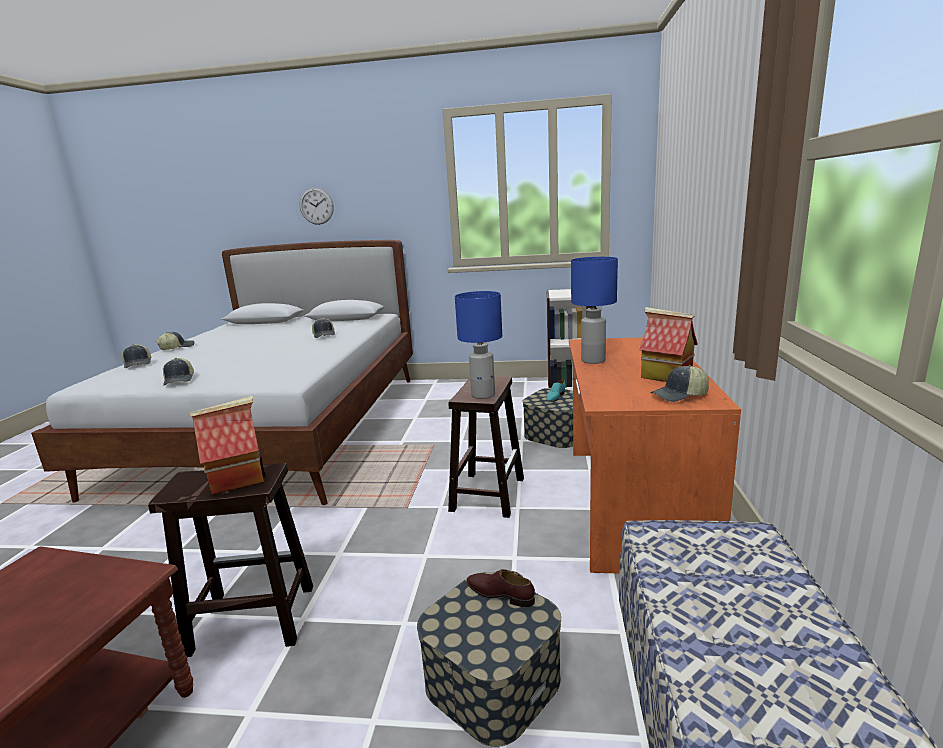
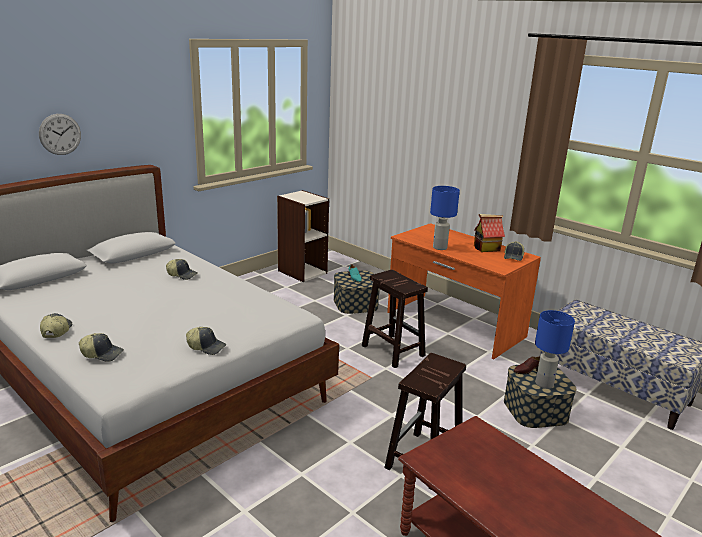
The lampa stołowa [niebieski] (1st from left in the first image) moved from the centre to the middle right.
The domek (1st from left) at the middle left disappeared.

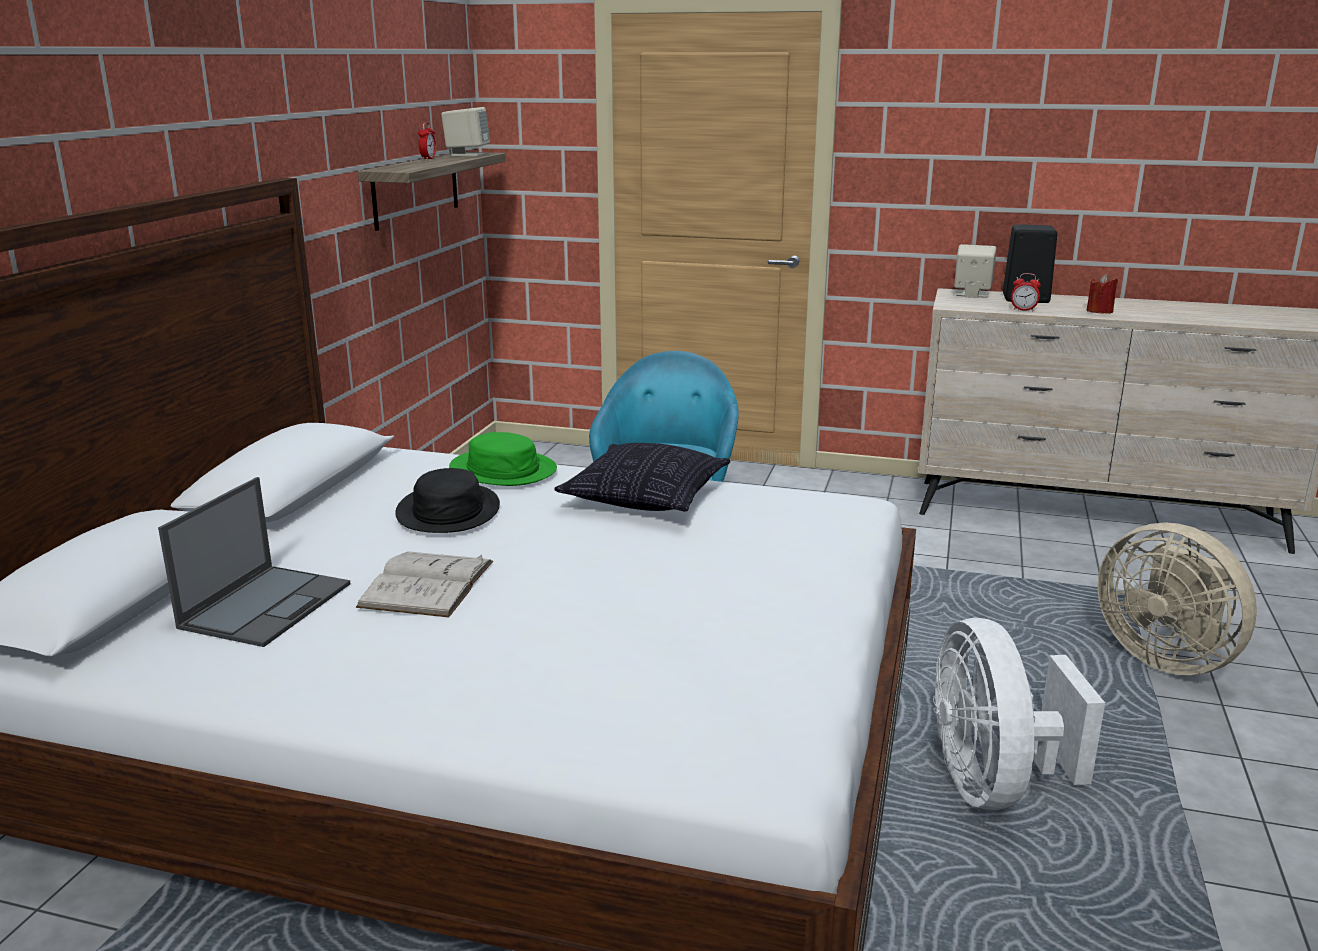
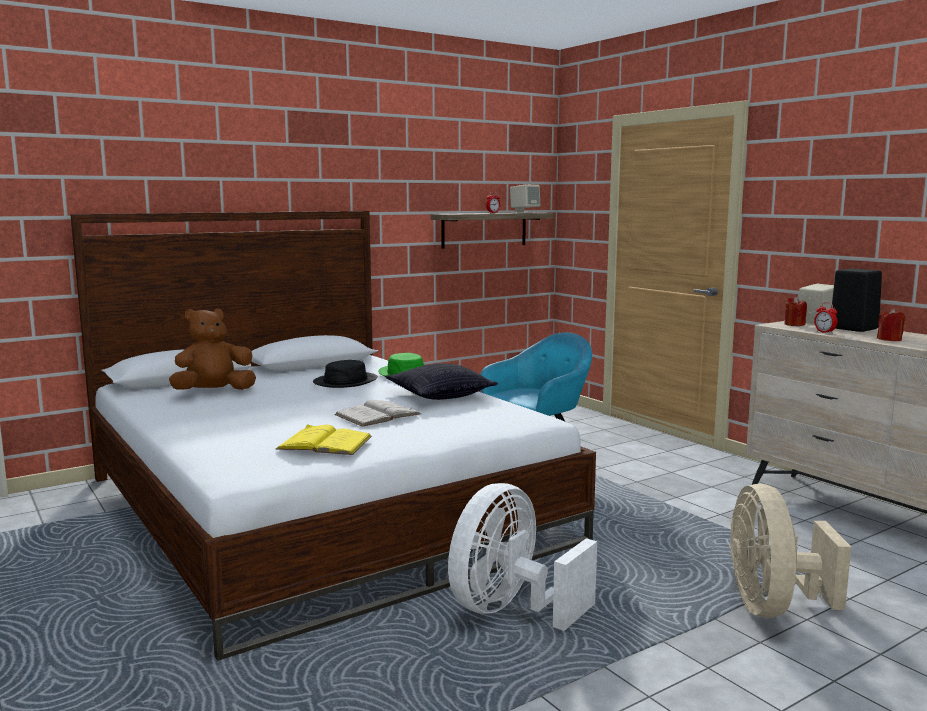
The laptop at the middle left was replaced by the pluszak [brązowy] at the middle left.
The książka [biały] moved from the middle left to the centre.
The świeca [czerwony] (1st from left) at the middle right appeared.
The książka [żółty] at the centre appeared.

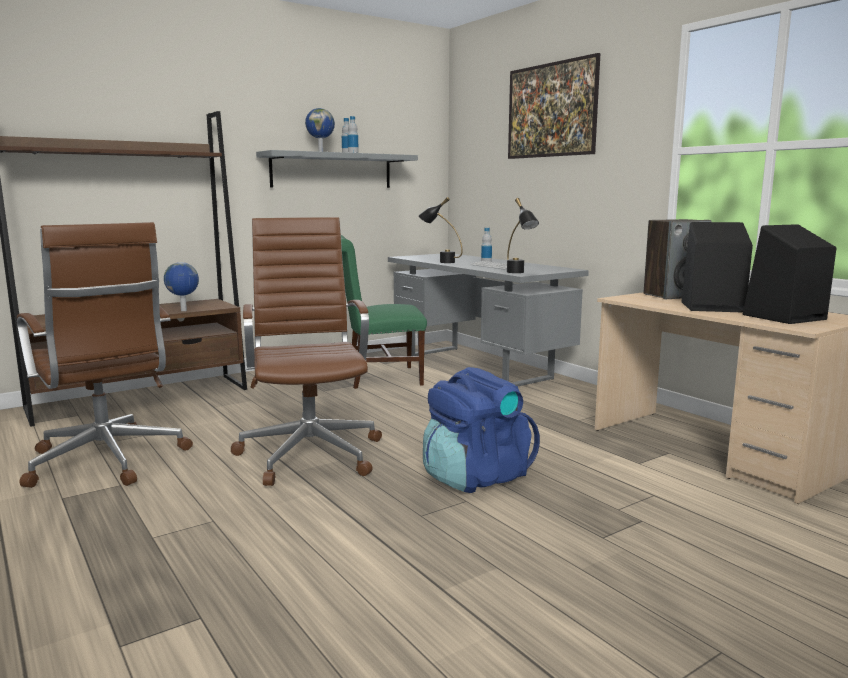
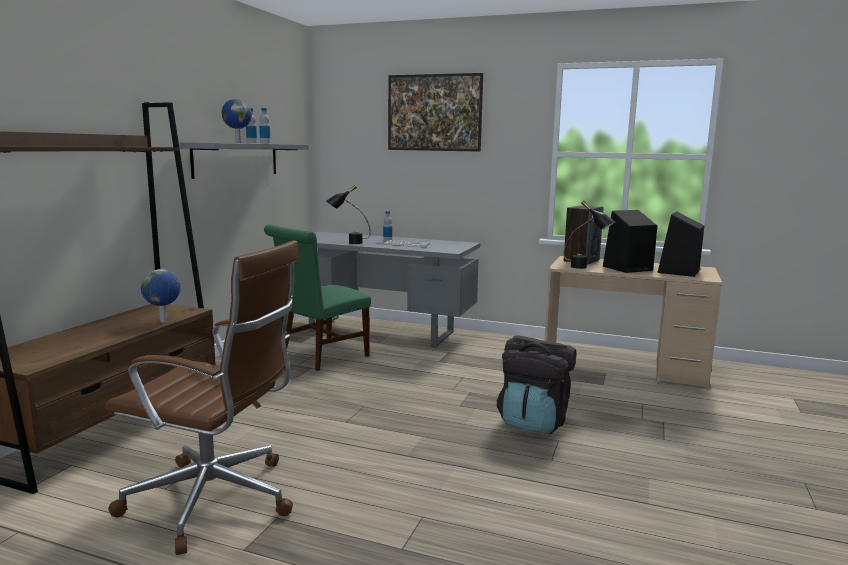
The lampa stołowa [czarny] (2nd from left) moved from the centre to the middle right.
The krzesło biurowe [brązowy] (2nd from left) at the centre disappeared.
The plecak [niebieski] at the centre became the plecak [czarny] at the bottom centre.

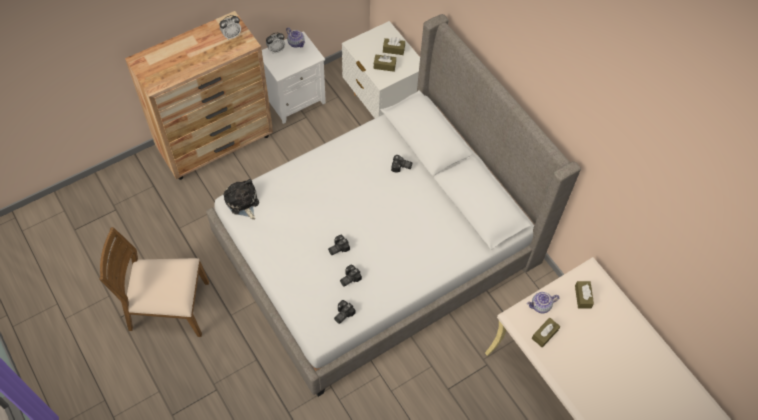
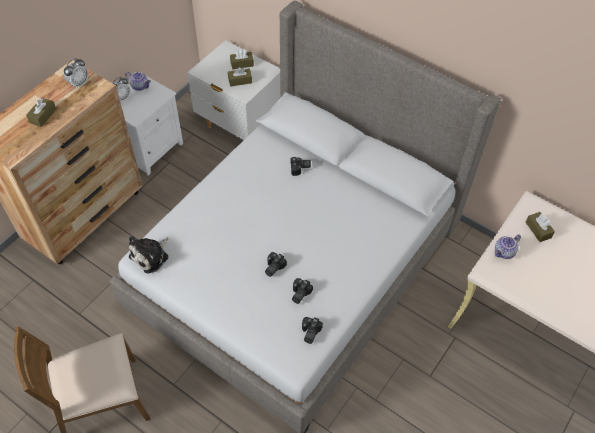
The pluszak at the middle left turned 90 degrees counterclockwise.
The pudełko chusteczek [brązowy] (3rd from left in the first image) moved from the bottom right to the top left.

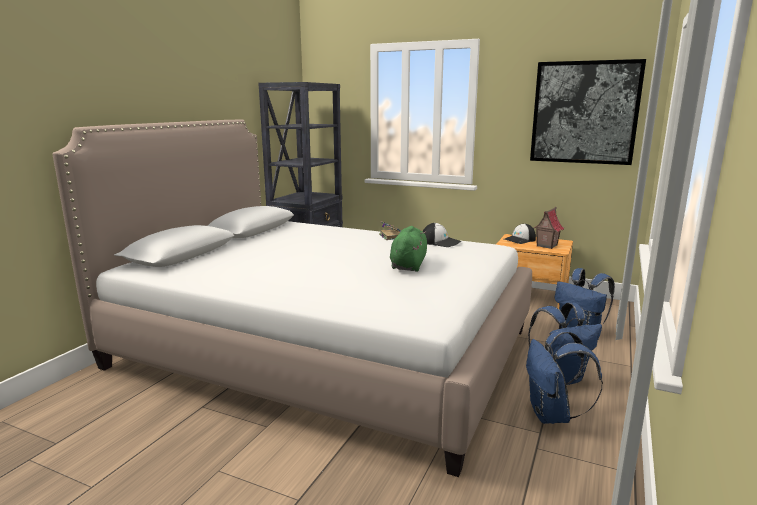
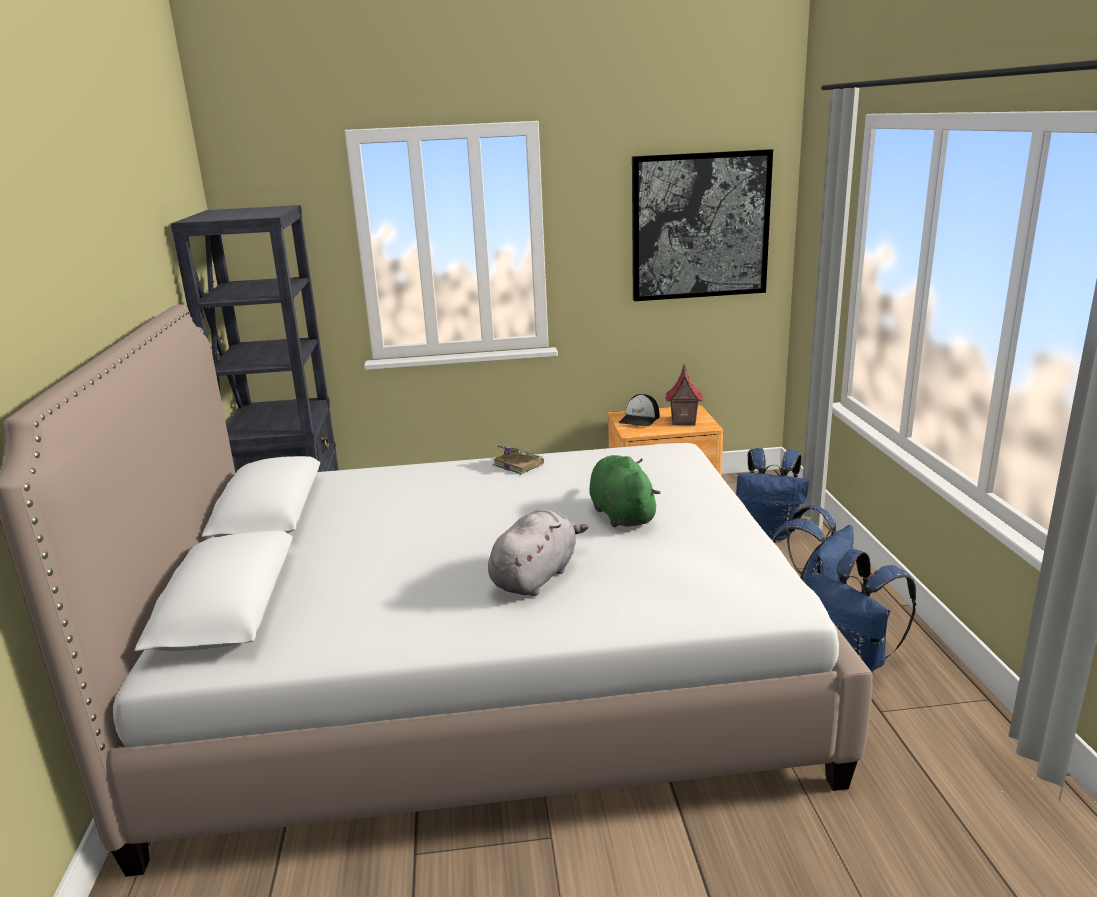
The czapka z daszkiem (1st from left) at the centre disappeared.
The pluszak [szary] at the centre appeared.

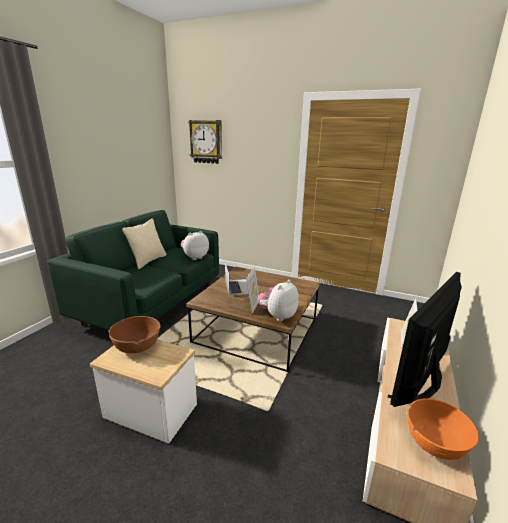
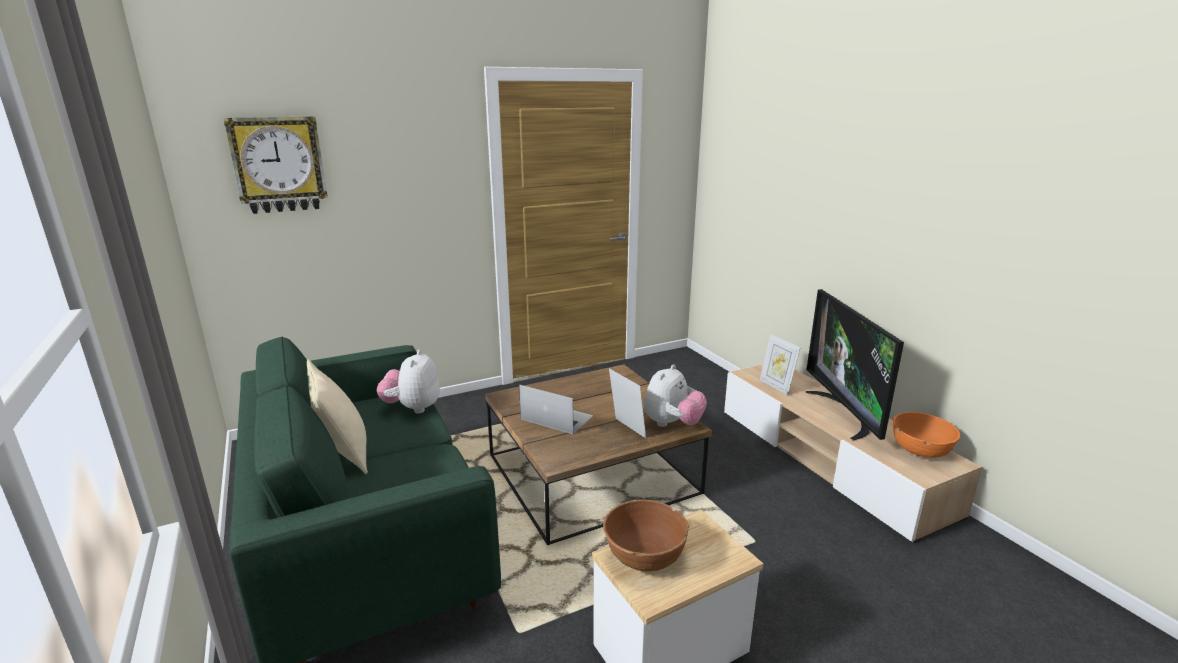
The pluszak (2nd from left) at the centre turned 135 degrees counterclockwise.

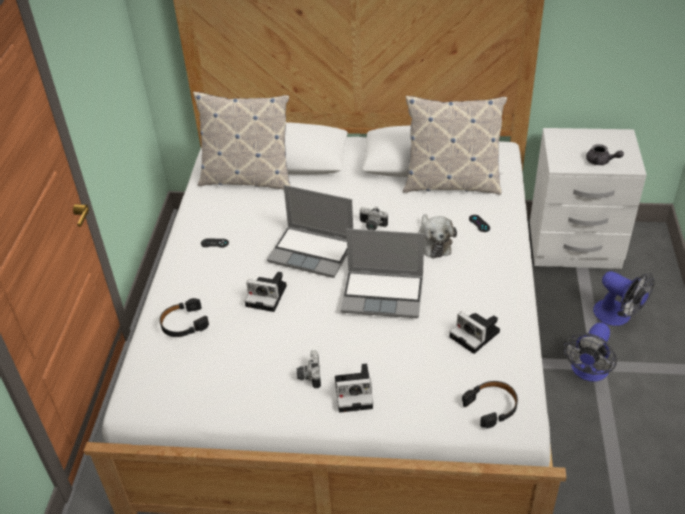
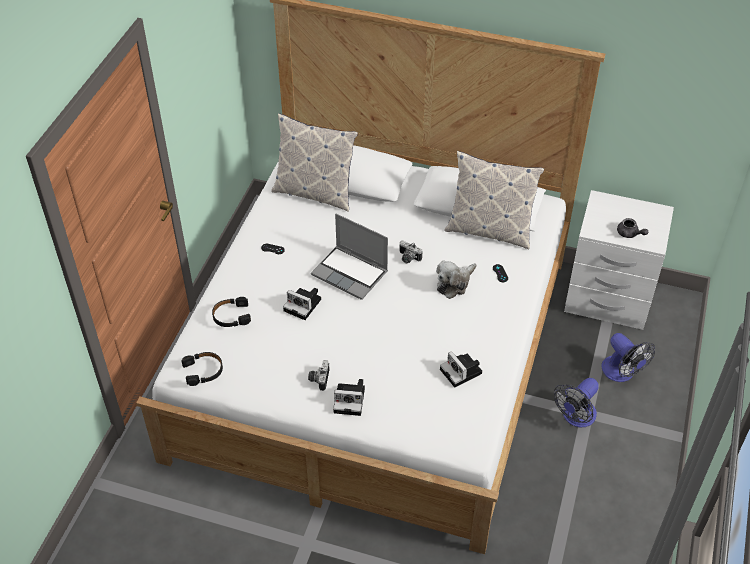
The pluszak at the centre turned 45 degrees clockwise.
The laptop (2nd from left) at the centre disappeared.
The słuchawki [czarny] (2nd from left in the first image) moved from the bottom right to the middle left.

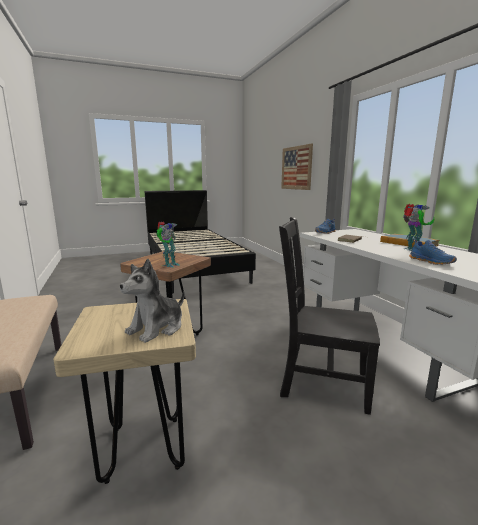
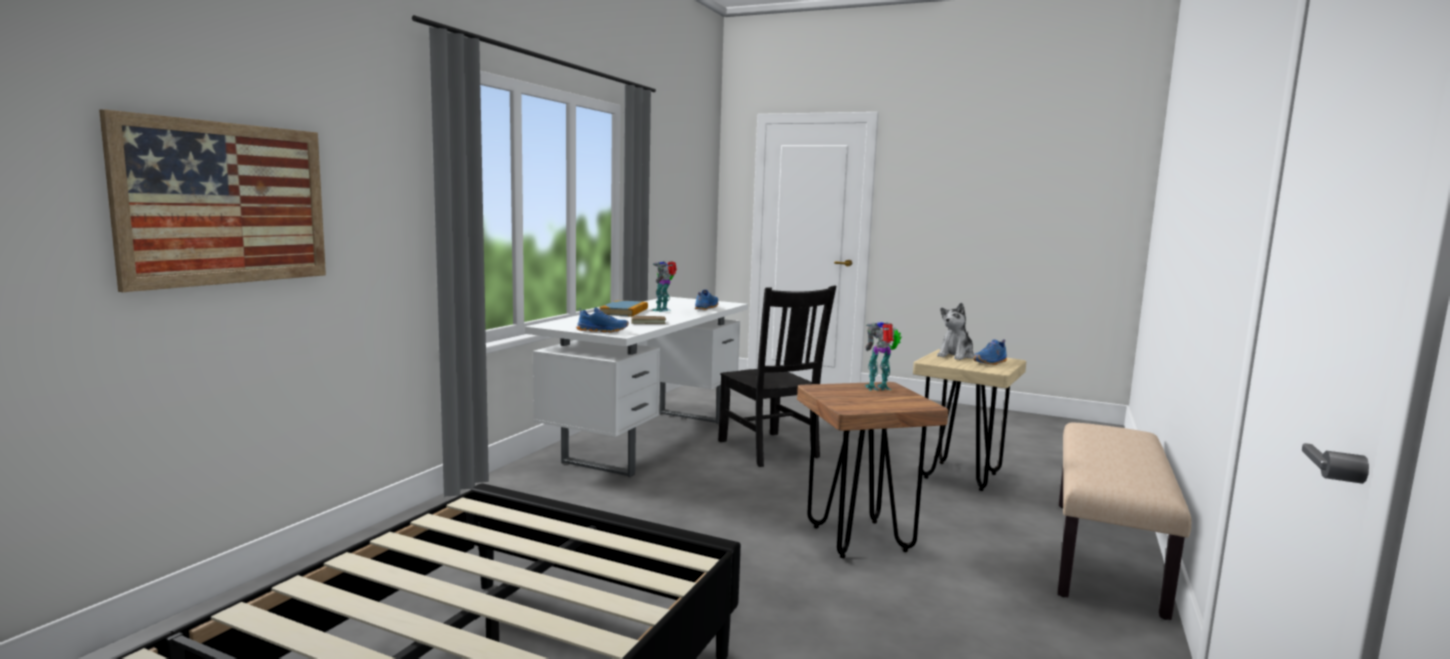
The pluszak at the middle left turned 135 degrees clockwise.
The but [niebieski] (3rd from left) at the middle right appeared.

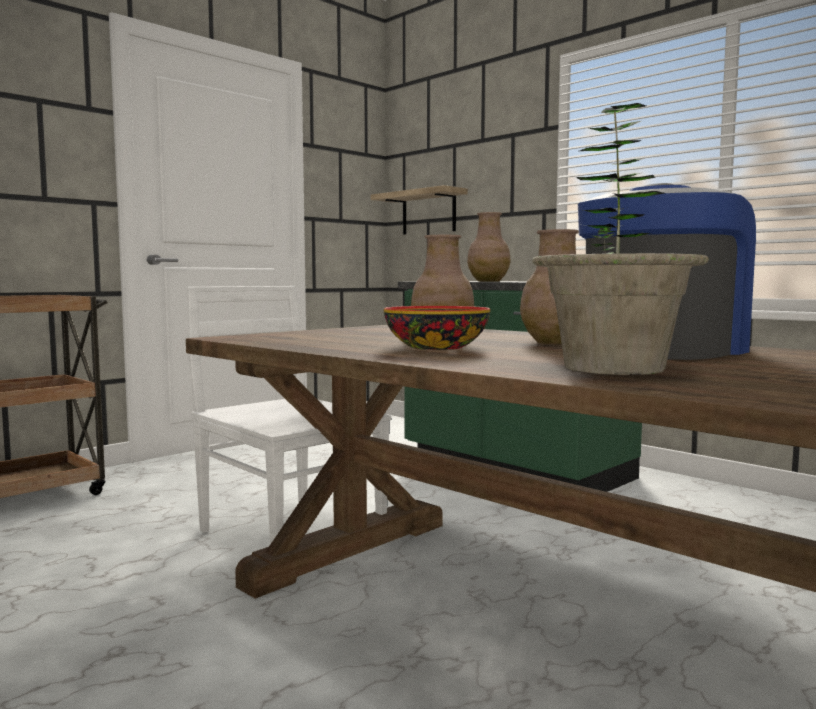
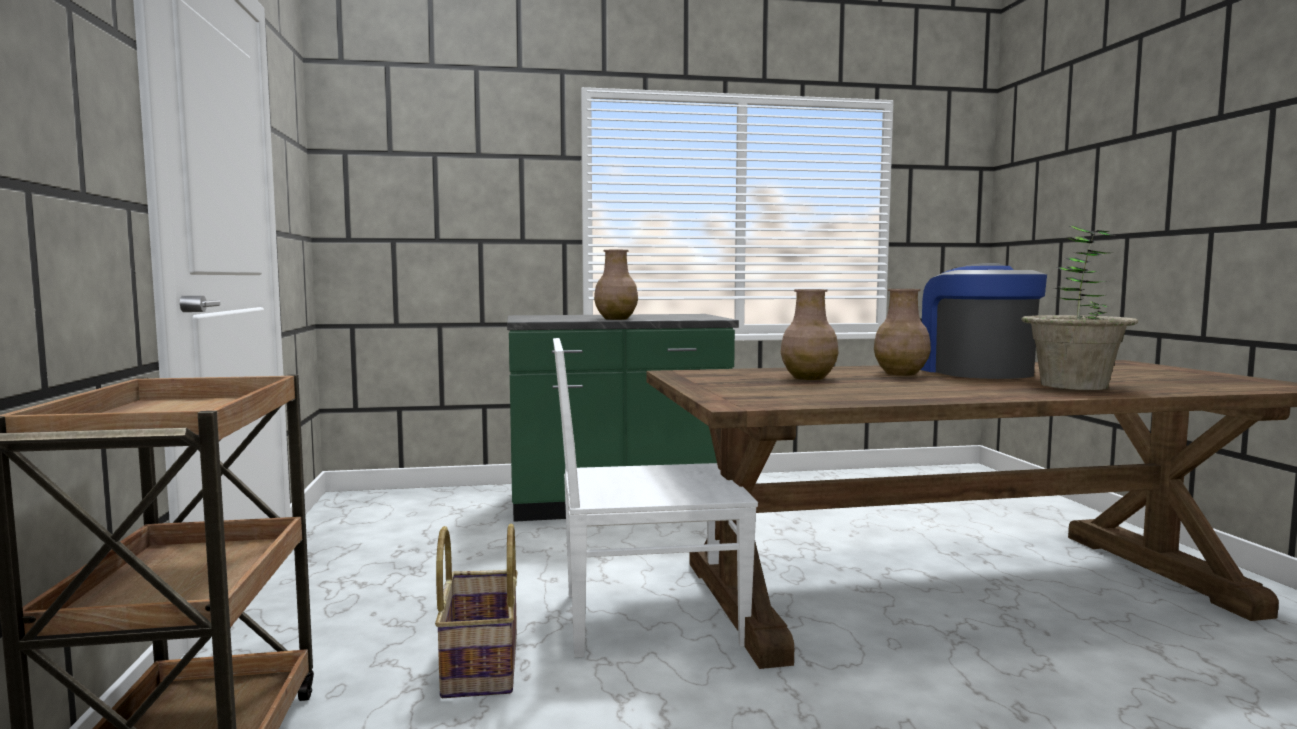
The półka at the top centre disappeared.
The miska at the centre disappeared.
The koszyk at the bottom centre appeared.

